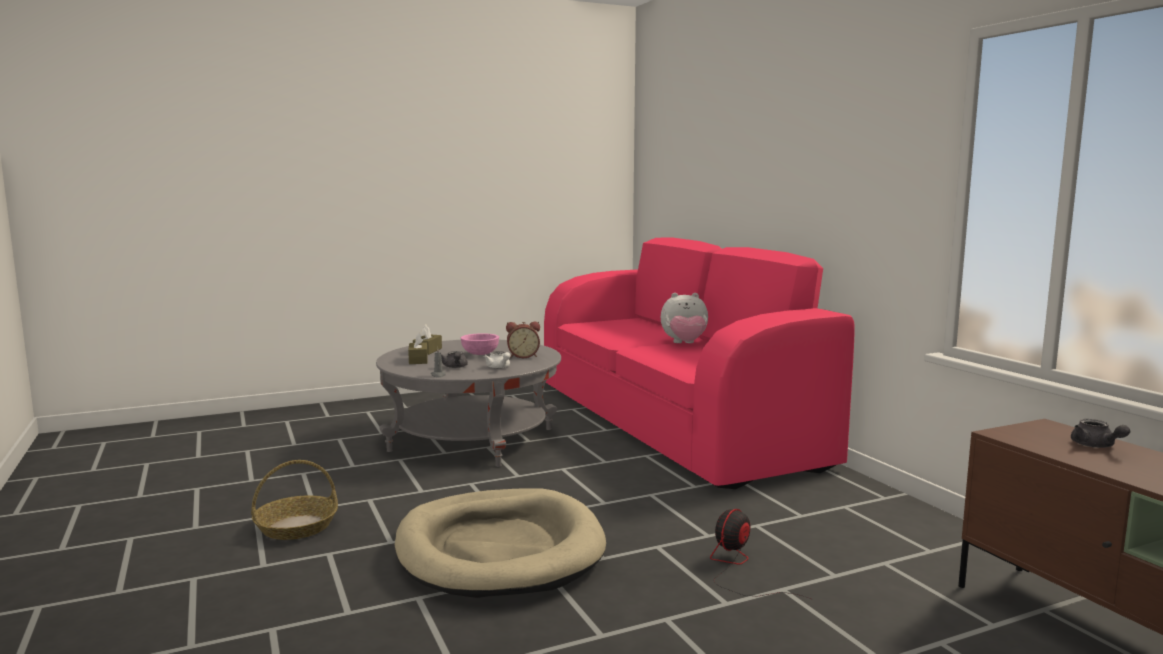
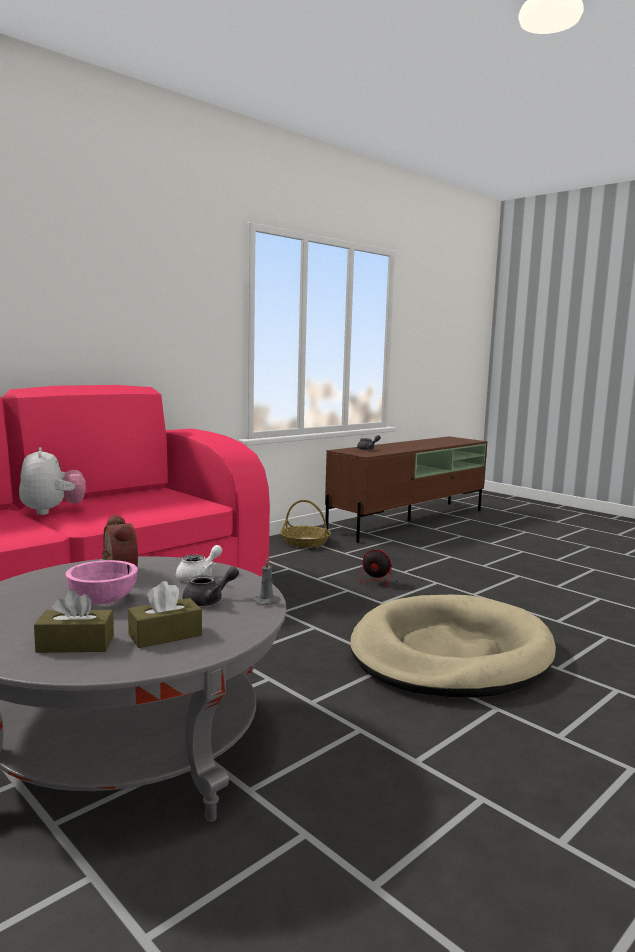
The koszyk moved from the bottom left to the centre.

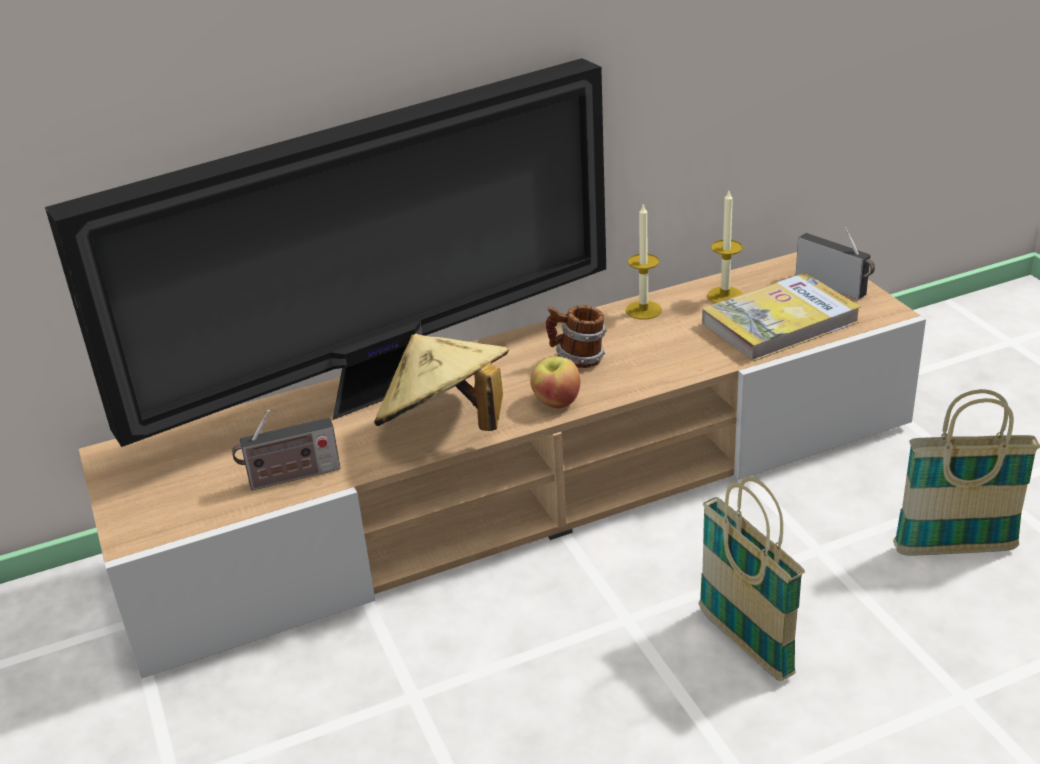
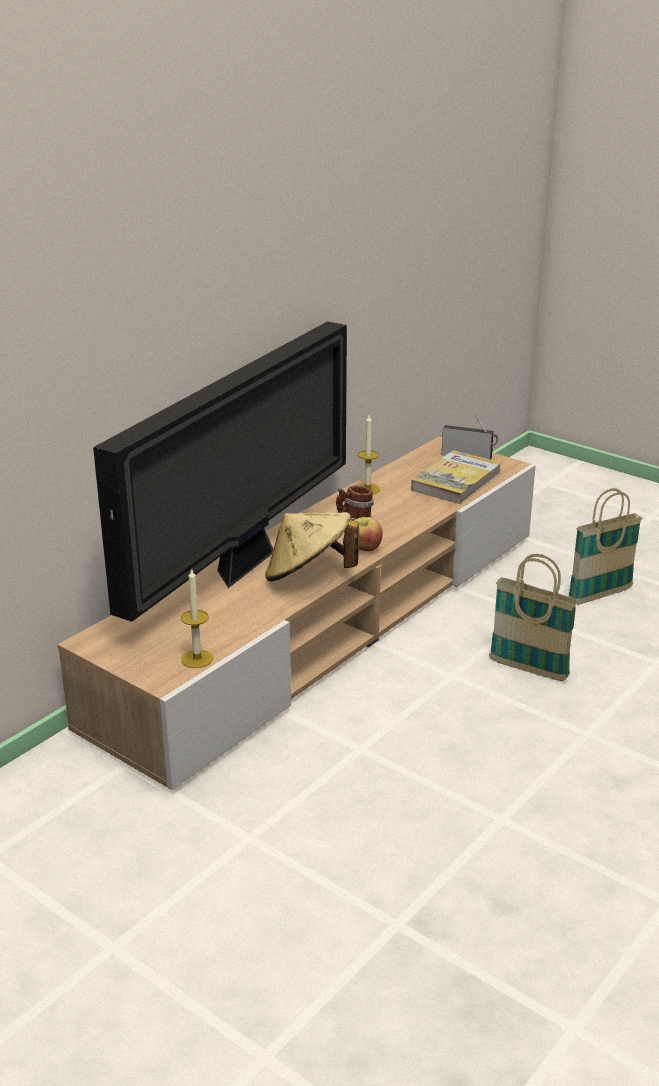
The świeca (2nd from left in the first image) moved from the top right to the middle left.
The radio (1st from left) at the middle left disappeared.

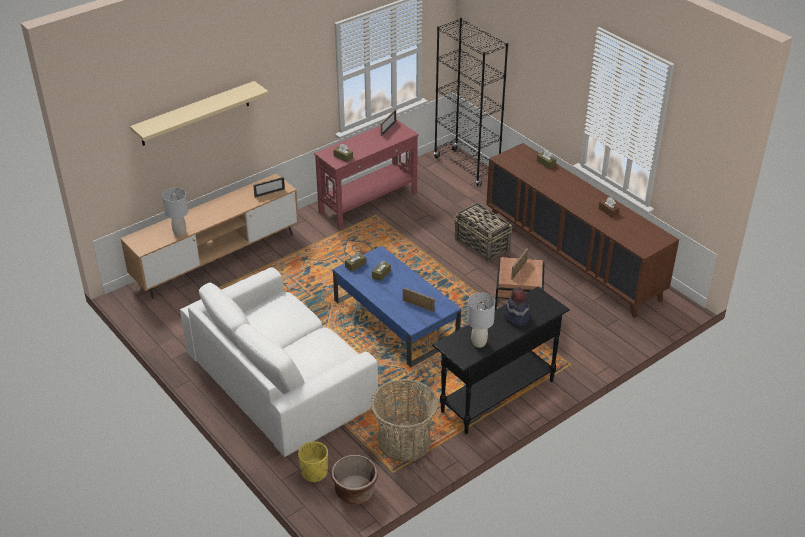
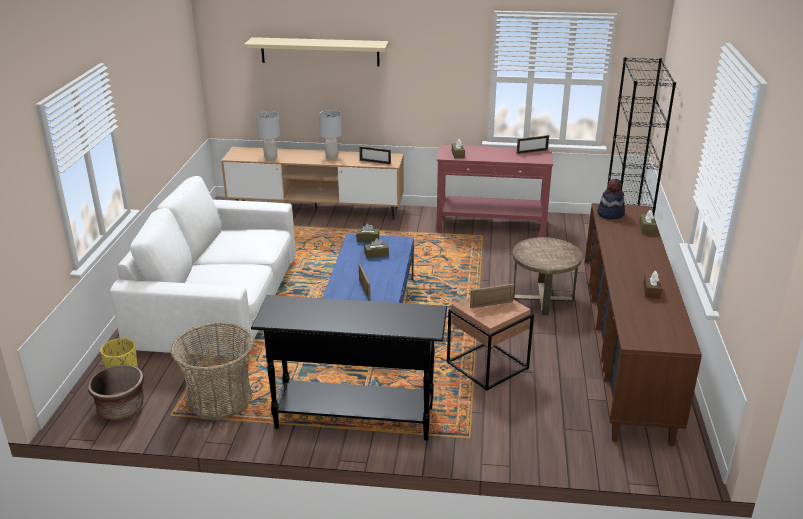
The koszyk (2nd from left) at the centre was replaced by the stolik [brązowy] (2nd from left) at the middle right.
The kapelusz moved from the centre to the middle right.
The lampa stołowa [szary] (2nd from left) moved from the centre to the top centre.

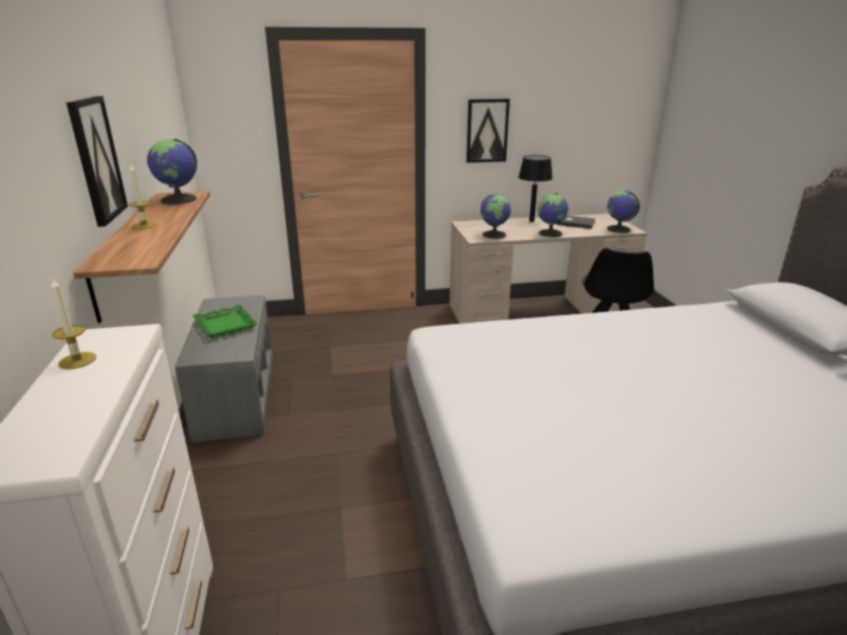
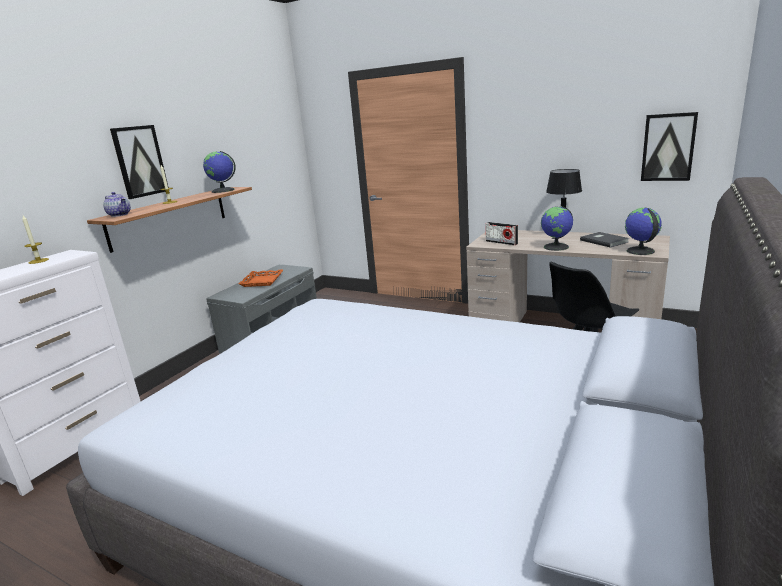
The obraz (2nd from left) moved from the top centre to the top right.
The globus (2nd from left) at the centre was replaced by the radio at the centre.
The taca [zielony] at the middle left became the taca [pomarańczowy] at the middle left.
The imbryk at the middle left appeared.

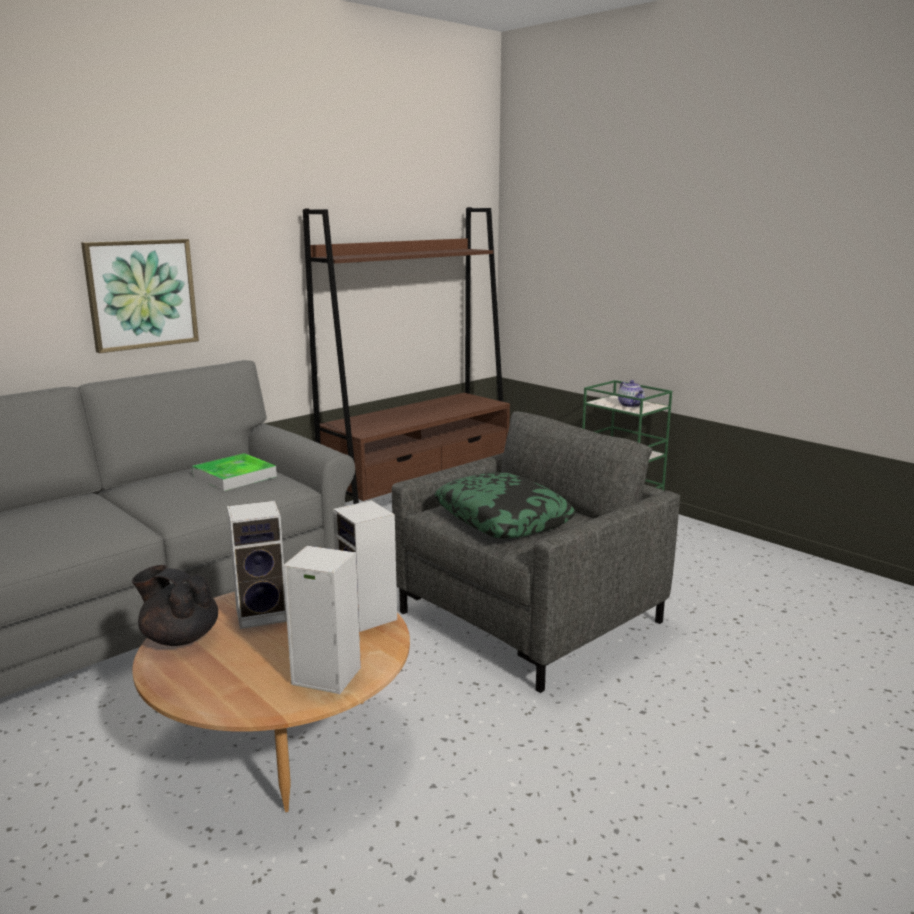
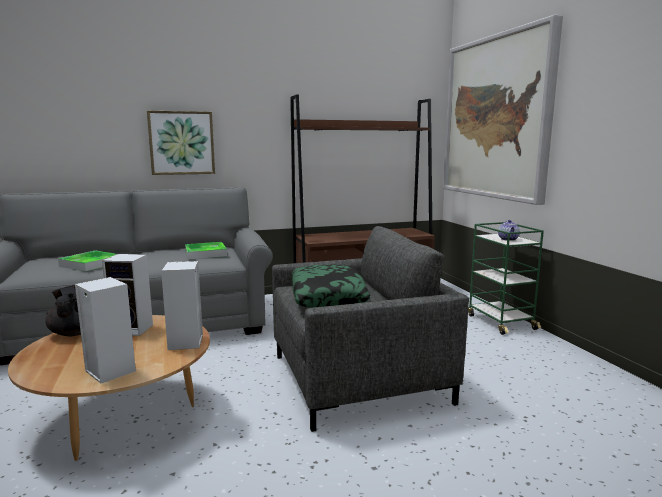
The obraz (2nd from left) at the top right appeared.
The taca (1st from left) at the middle left appeared.

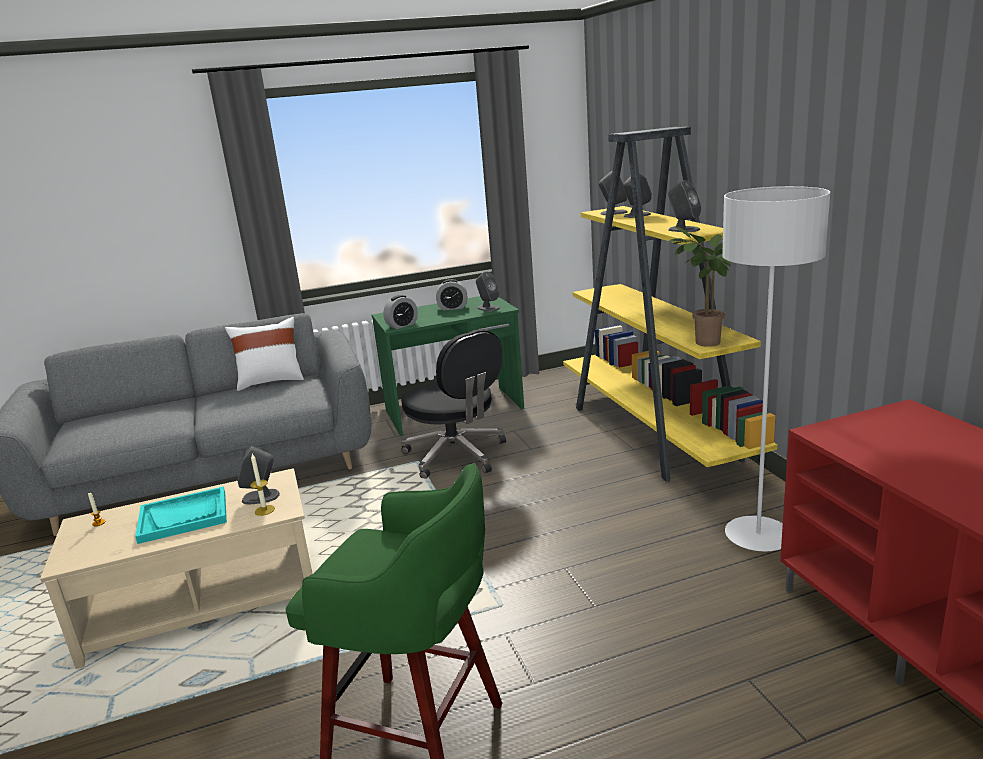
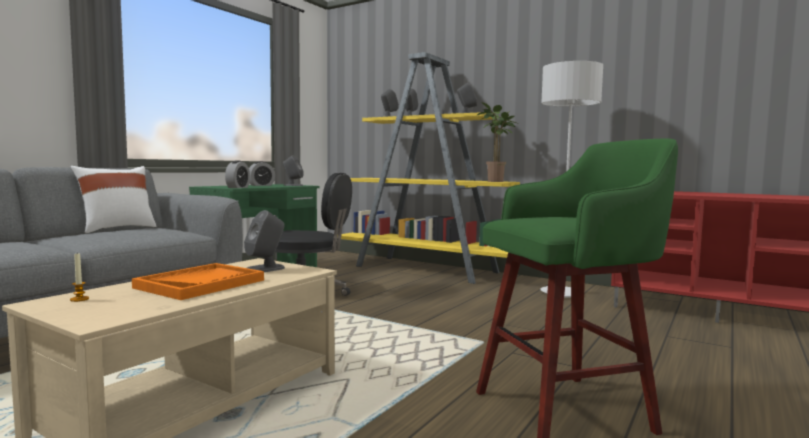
The świeca (2nd from left) at the middle left disappeared.
The taca [turkusowy] at the bottom left became the taca [pomarańczowy] at the middle left.

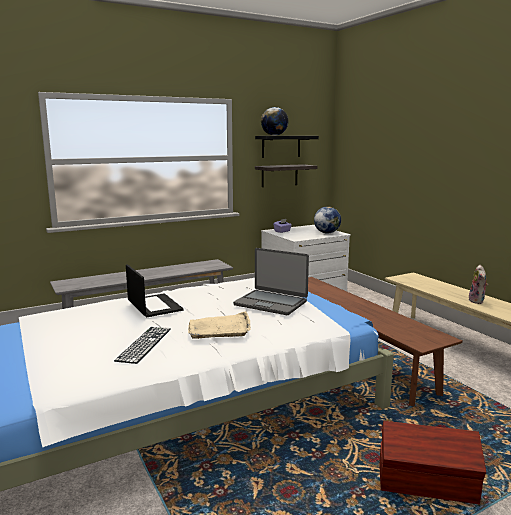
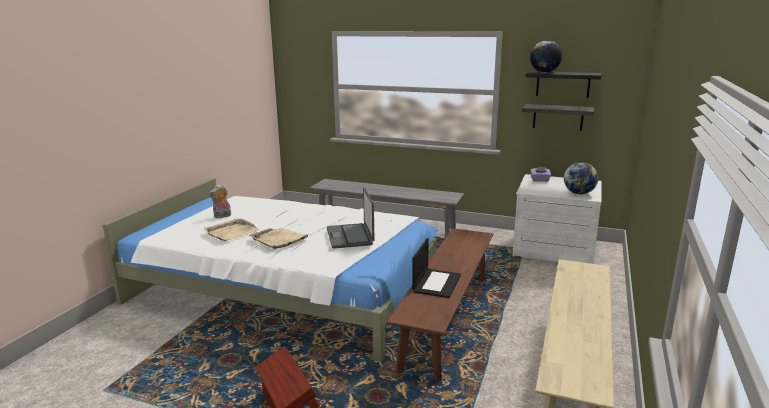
The laptop (1st from left in the first image) moved from the middle left to the centre.
The pluszak moved from the middle right to the middle left.
The klawiatura at the bottom left was replaced by the taca [beżowy] (1st from left) at the middle left.

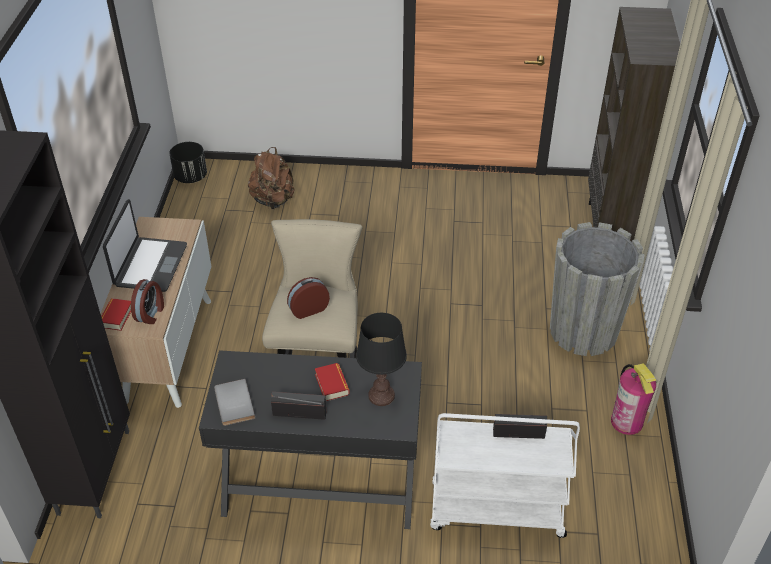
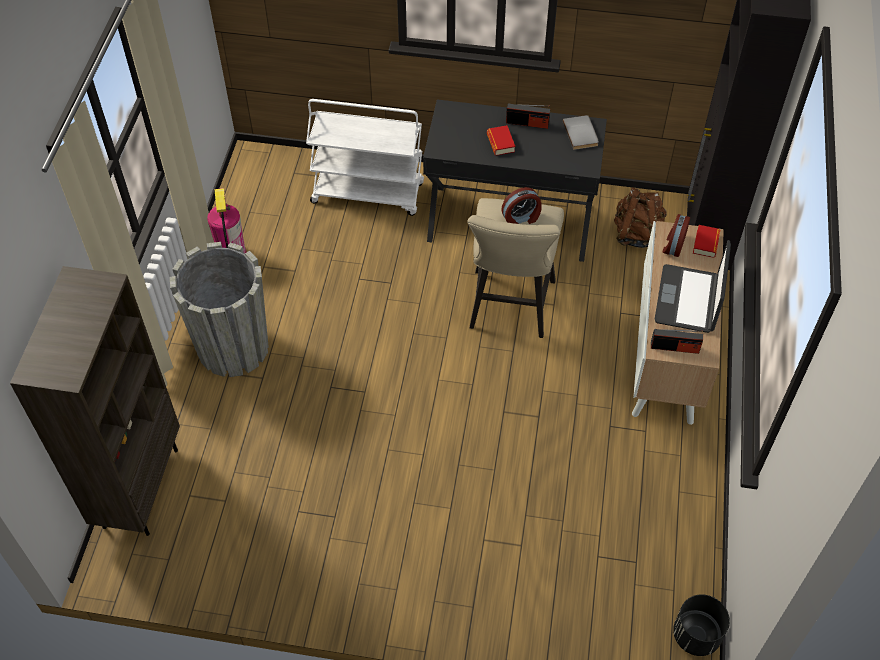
The plecak [brązowy] moved from the top centre to the top right.
The lampa stołowa [czarny] at the centre disappeared.
The radio (2nd from left) moved from the bottom right to the middle right.

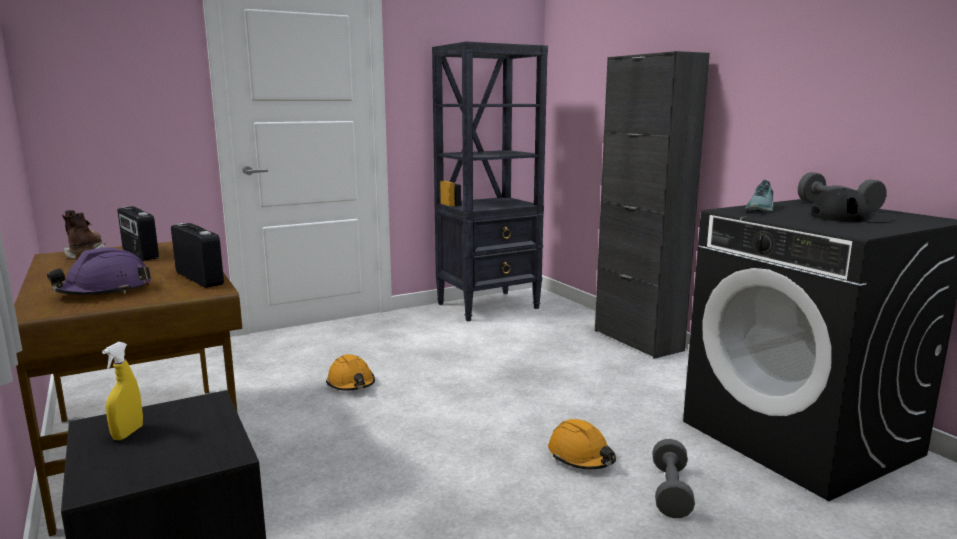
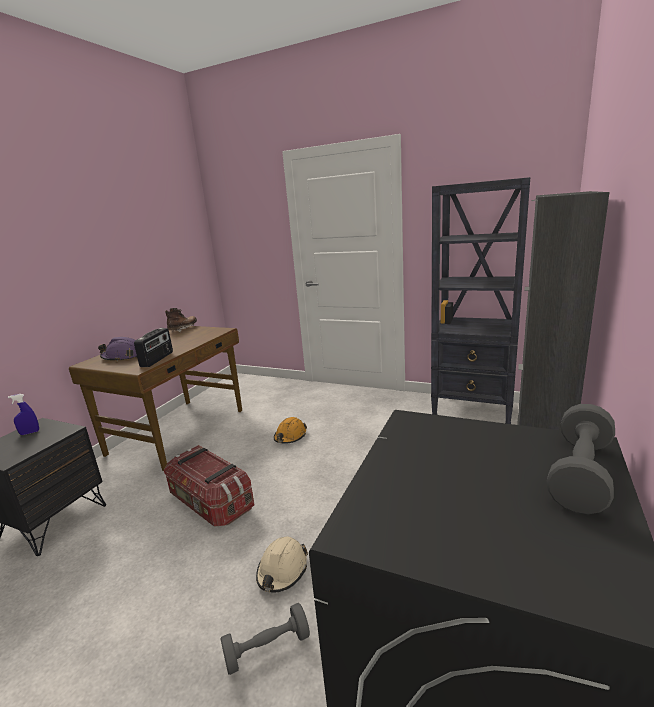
The but at the middle right disappeared.
The czapka z daszkiem [czarny] at the middle right disappeared.
The radio (1st from left) at the middle left disappeared.
The spryskiwacz [żółty] at the bottom left became the spryskiwacz [niebieski] at the middle left.
The kask [pomarańczowy] (2nd from left) at the bottom centre became the kask [beżowy] at the bottom centre.
The pojemnik do przechowywania at the bottom left appeared.

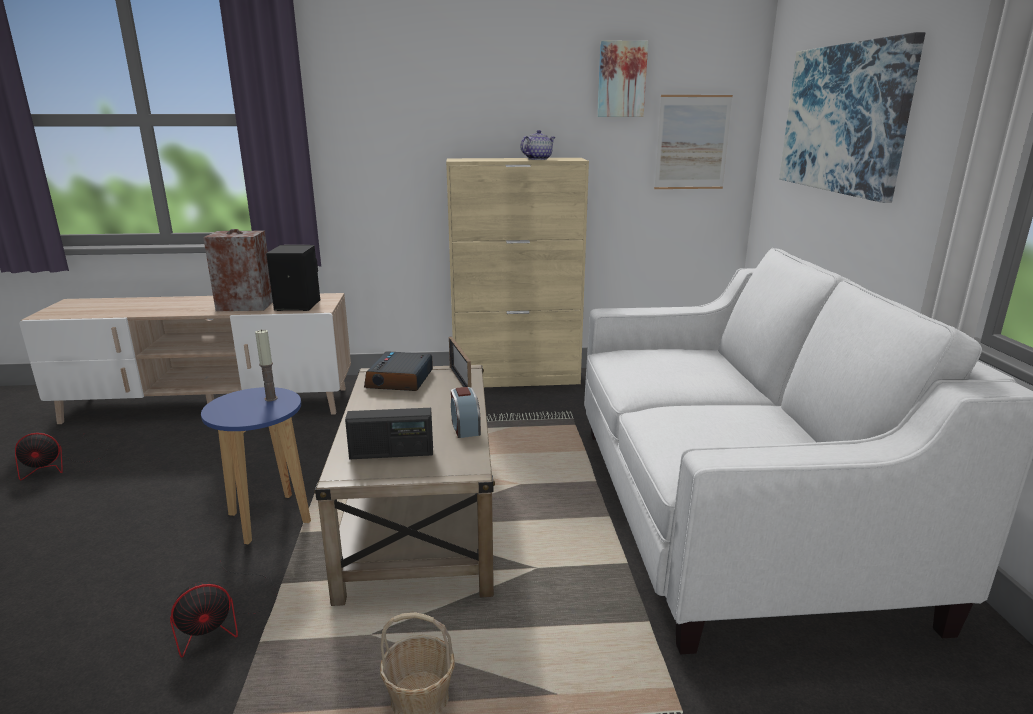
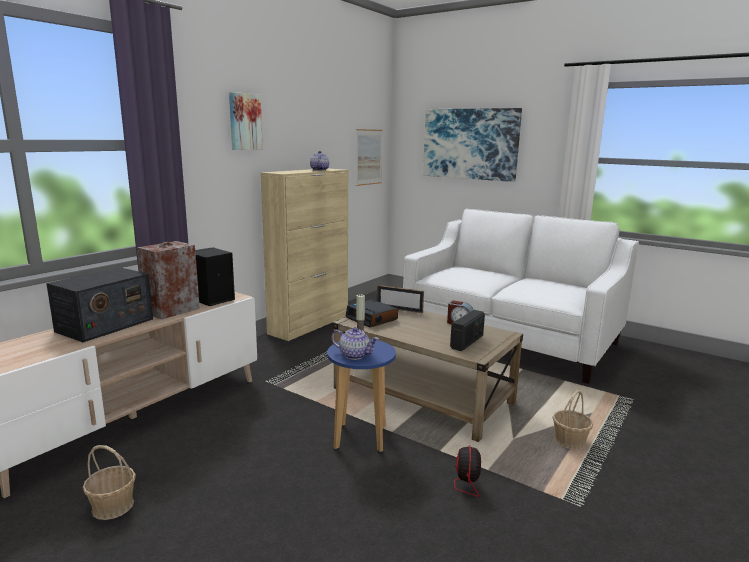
The obraz (1st from left) moved from the top centre to the top left.
The wentylator (1st from left) at the middle left was replaced by the koszyk (1st from left) at the bottom left.
The radio (1st from left) at the middle left appeared.
The imbryk (2nd from left) at the centre appeared.

